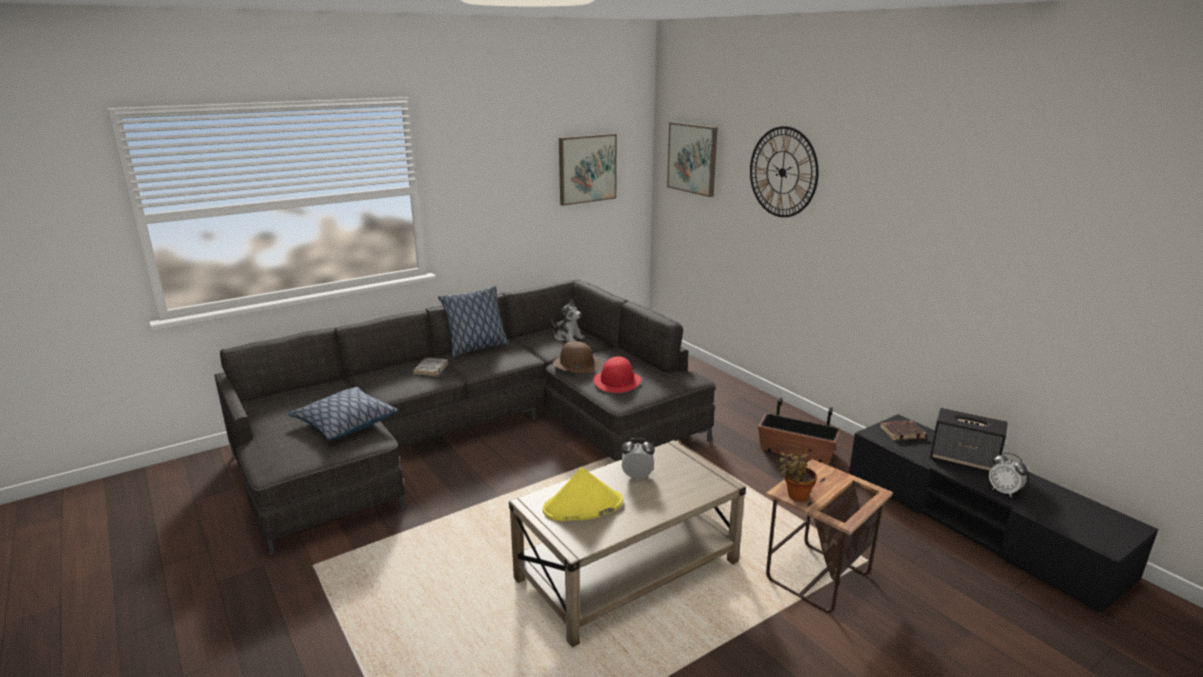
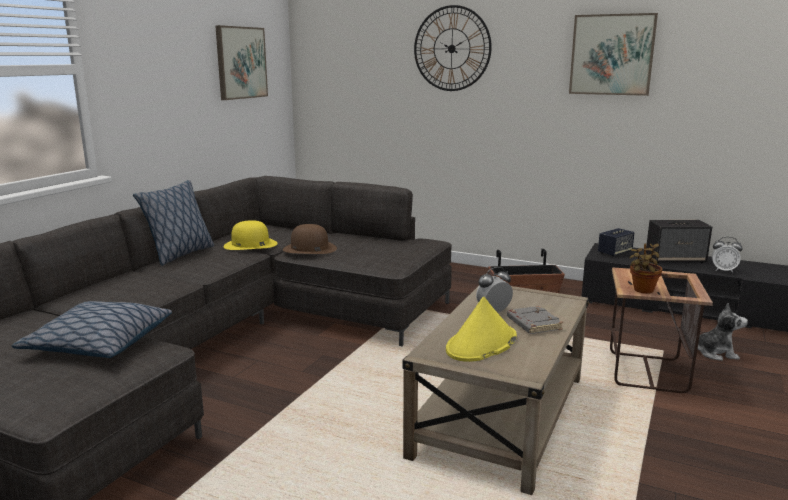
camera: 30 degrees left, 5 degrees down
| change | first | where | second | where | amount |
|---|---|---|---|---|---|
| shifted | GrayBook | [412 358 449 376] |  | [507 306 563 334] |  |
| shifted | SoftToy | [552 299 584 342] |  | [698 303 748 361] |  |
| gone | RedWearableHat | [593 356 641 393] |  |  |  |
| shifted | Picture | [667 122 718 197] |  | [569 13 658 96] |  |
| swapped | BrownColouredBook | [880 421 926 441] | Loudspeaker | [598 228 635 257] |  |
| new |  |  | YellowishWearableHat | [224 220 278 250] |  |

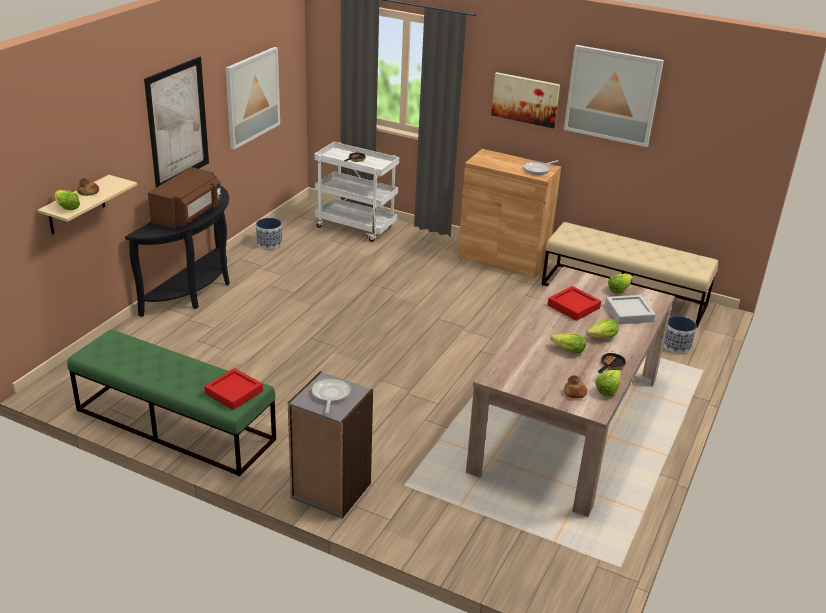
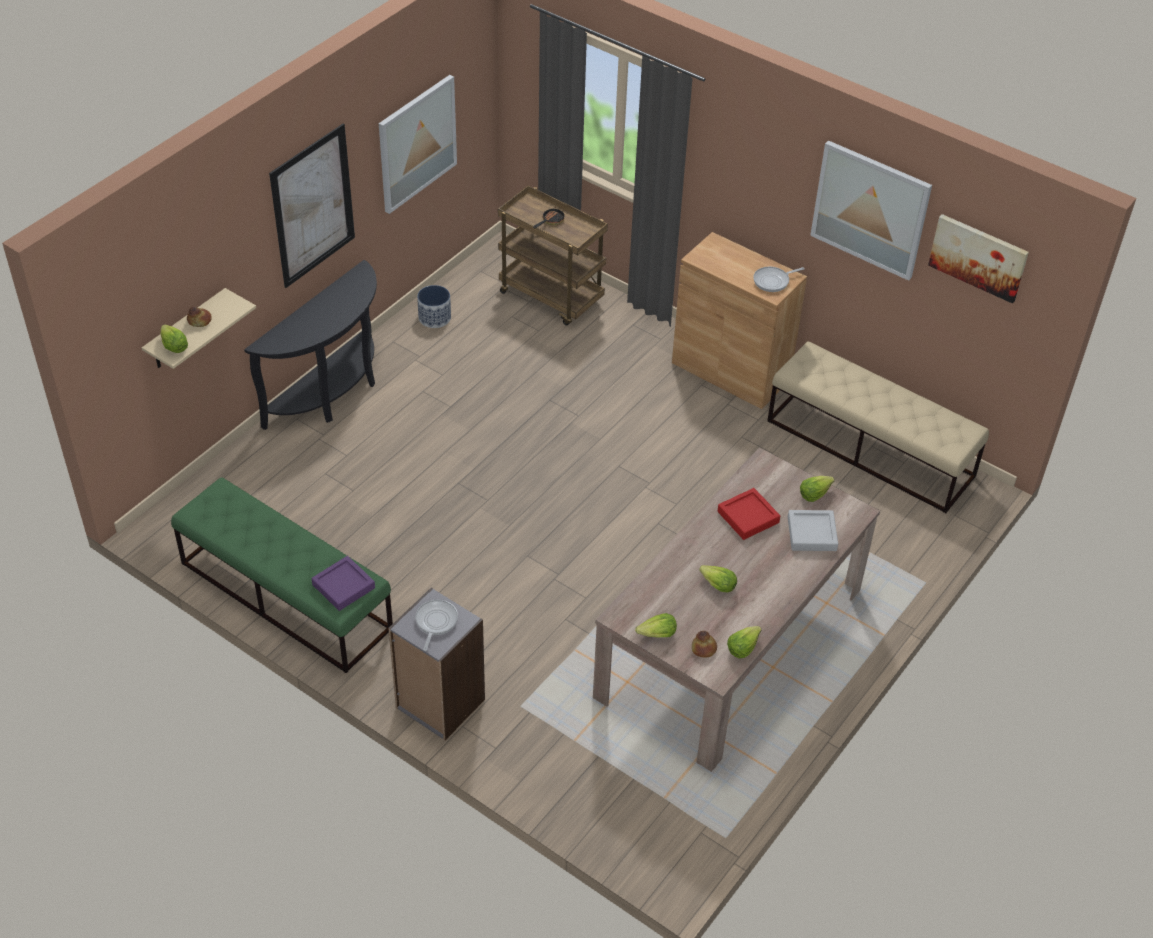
camera: 10 degrees right, 15 degrees up
| change | first | where | second | where | amount |
|---|---|---|---|---|---|
| gone | BrownColouredMicrowaveOven | [148 167 222 229] |  |  |  |
| repainted | RedTray | [204 368 263 410] | PurpleTray | [312 556 375 611] |  |
| repainted | WhiteColouredWheeledCart | [314 142 399 242] | BrownColouredWheeledCart | [498 185 608 326] |  |
| shifted | Picture | [491 72 560 128] |  | [928 214 1029 303] |  |
| shifted | HeadOfLettuce | [586 319 618 338] |  | [635 613 677 638] |  |
| gone | Skillet | [598 351 626 373] |  |  |  |
| gone | Planter | [663 316 697 353] |  |  |  |

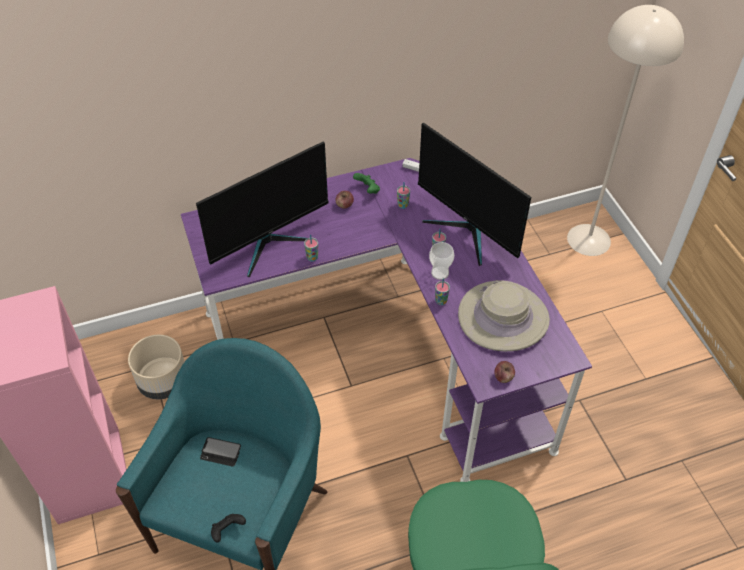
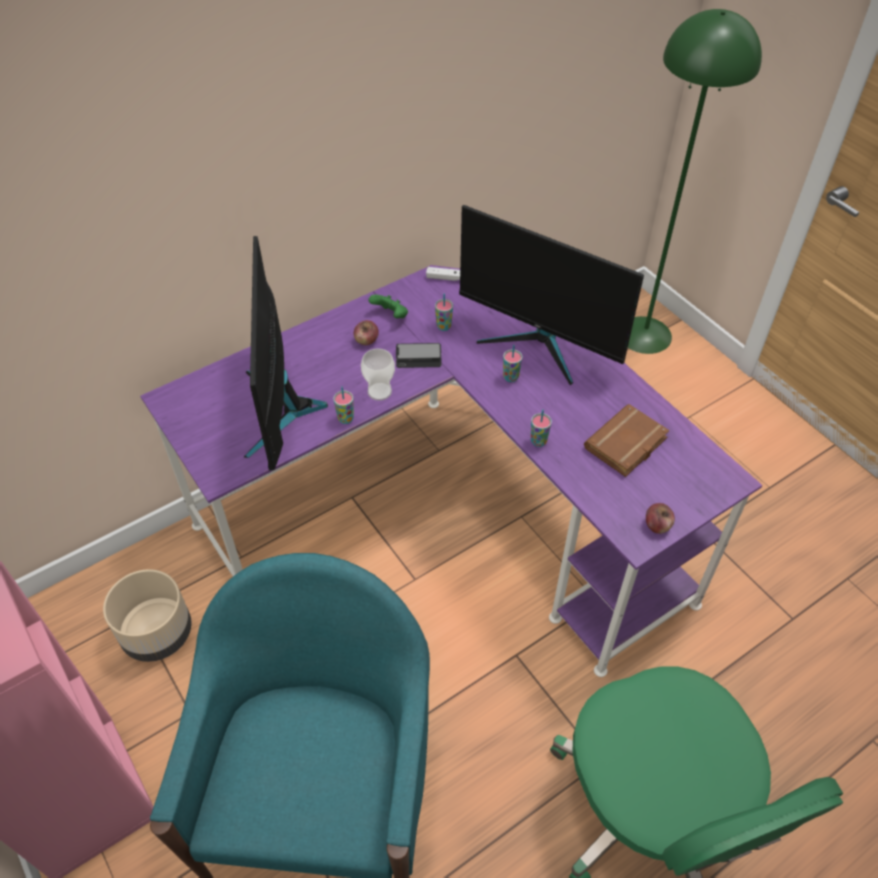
camera: 15 degrees left, 0 degrees up
| change | first | where | second | where | amount |
|---|---|---|---|---|---|
| rotated | Monitor | [196 142 328 278] |  | [244 236 328 470] | 135 degrees clockwise |
| shifted | Telephone | [200 437 241 467] |  | [396 343 442 368] |  |
| gone | BlackJoypad | [211 514 246 542] |  |  |  |
| shifted | DrinkingCup | [429 242 454 280] |  | [361 349 395 401] |  |
| swapped | BeigeColouredWearableHat | [458 280 550 351] | BrownColouredBook | [584 404 669 477] |  |
| repainted | BeigeColouredStandardLamp | [567 5 684 256] | GreenColouredStandardLamp | [628 9 762 354] |  |

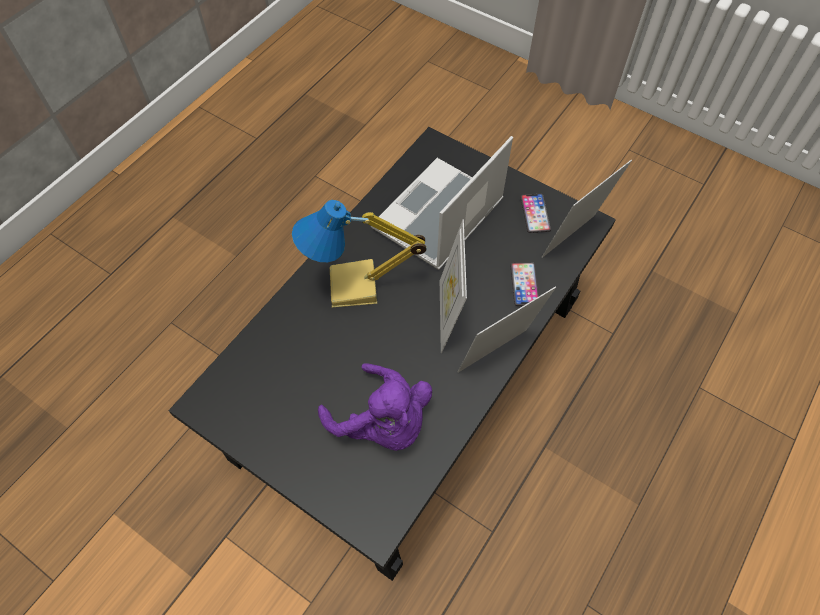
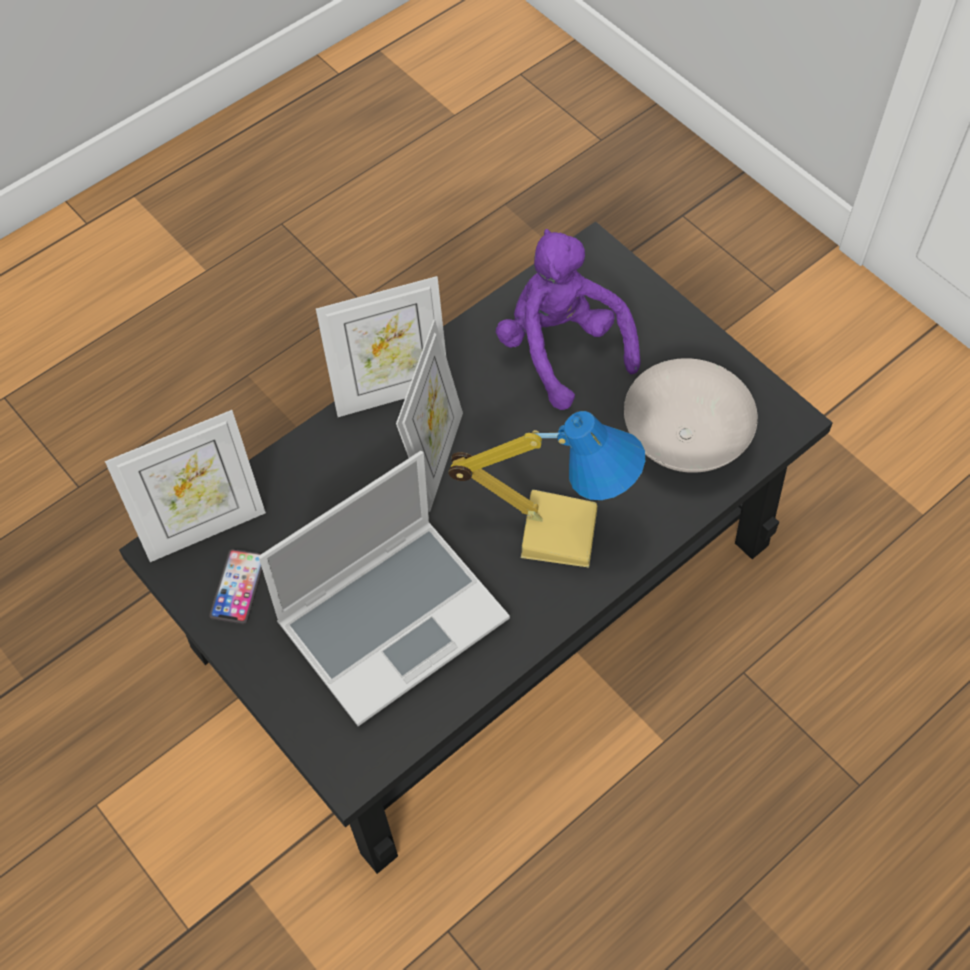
camera: 165 degrees left, 0 degrees up
| change | first | where | second | where | amount |
|---|---|---|---|---|---|
| gone | Telephone | [510 263 539 306] |  |  |  |
| new |  |  | WhiteColouredServingBowl | [624 358 758 473] |  |

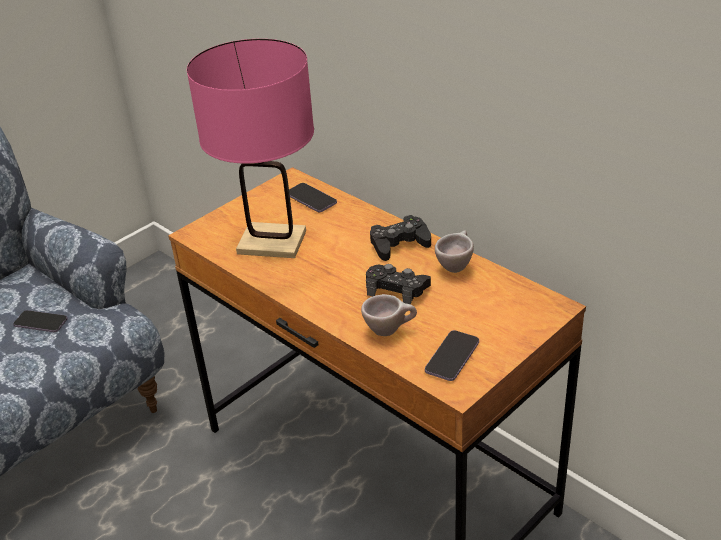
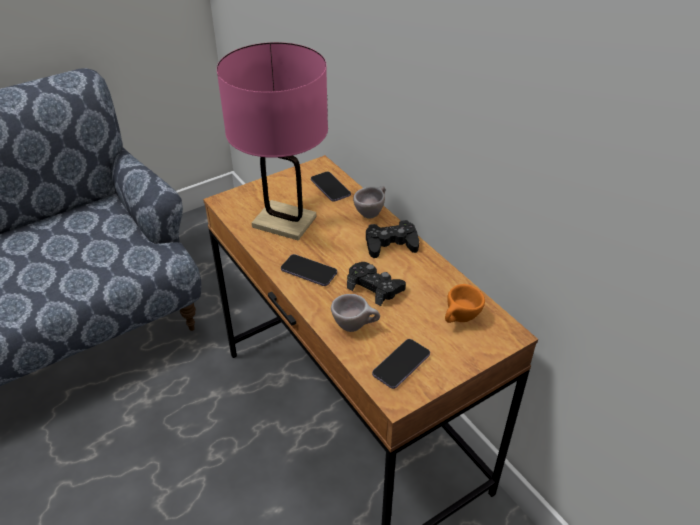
camera: 10 degrees right, 5 degrees up
| change | first | where | second | where | amount |
|---|---|---|---|---|---|
| shifted | Telephone | [13 310 68 332] |  | [281 254 337 286] |  |
| shifted | BeigeColouredDrinkingCup | [435 231 474 273] |  | [353 186 385 219] |  |
| new |  |  | OrangeColouredDrinkingCup | [445 284 485 323] |  |

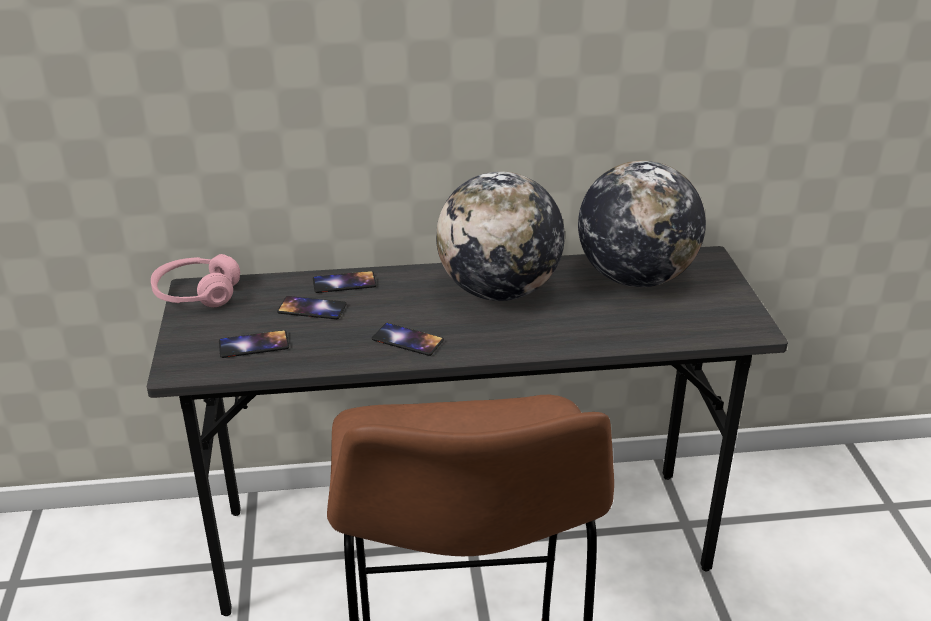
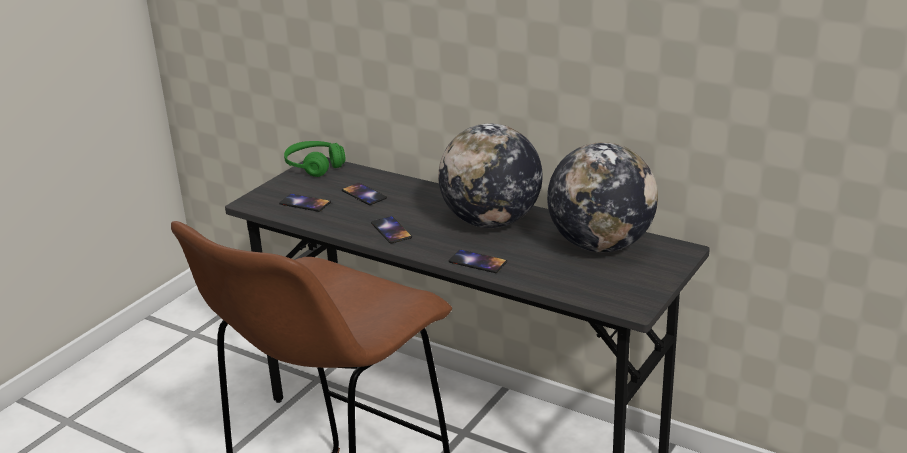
camera: 40 degrees right, 5 degrees down
| change | first | where | second | where | amount |
|---|---|---|---|---|---|
| repainted | PinkPairOfHeadphones | [151 254 240 307] | GreenColouredPairOfHeadphones | [284 141 345 177] |  |
| shifted | Telephone | [313 271 377 293] |  | [448 250 507 273] |  |

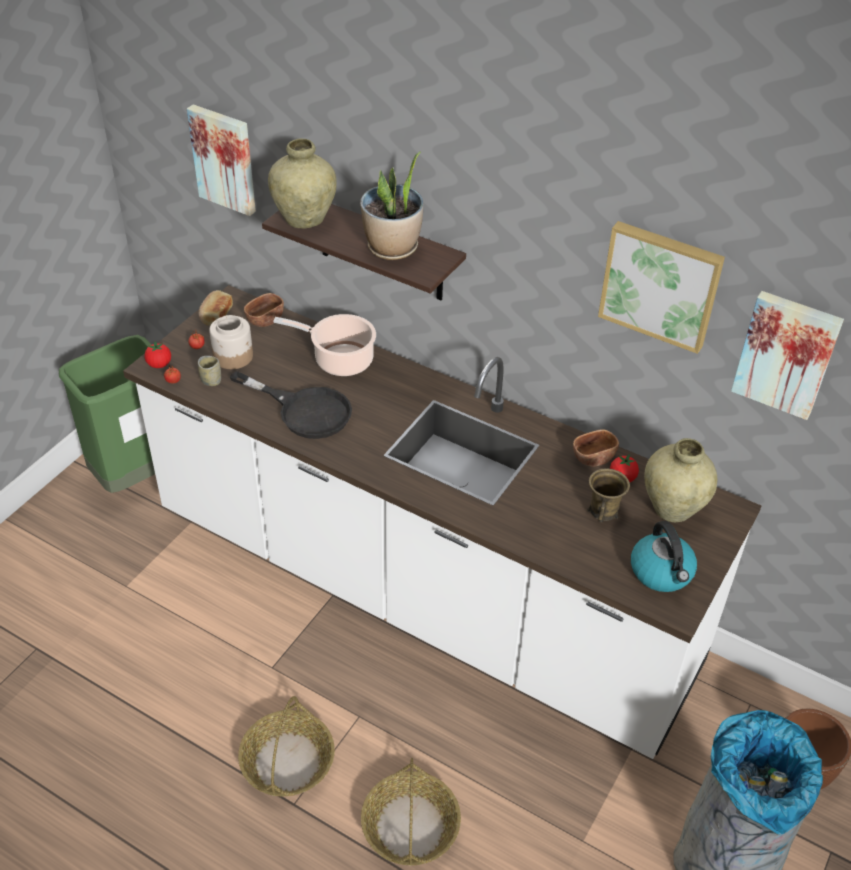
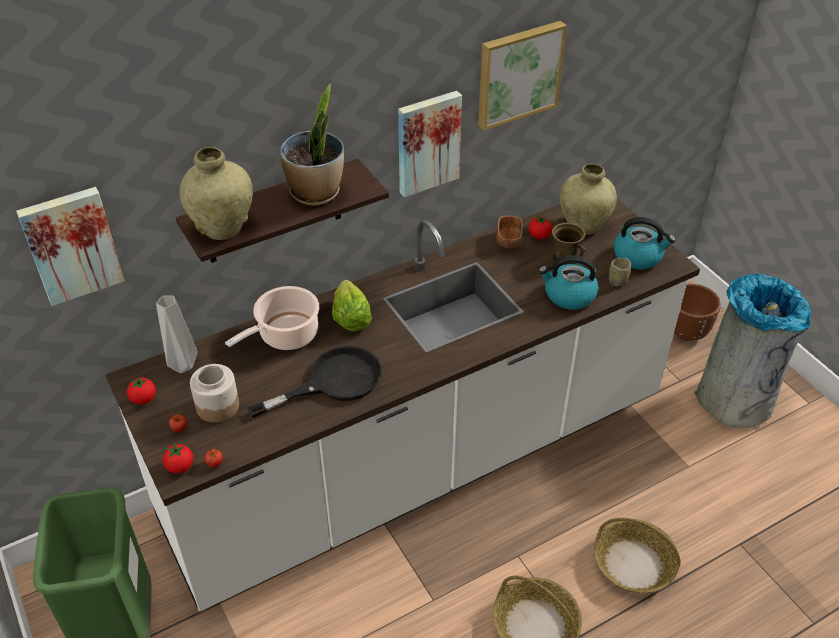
camera: 60 degrees left, 0 degrees up
| change | first | where | second | where | amount |
|---|---|---|---|---|---|
| shifted | DrinkingCup | [198 356 221 386] |  | [609 258 631 286] |  |
| swapped | Bread | [199 290 233 326] | Tomato | [127 376 156 405] |  |
| swapped | BrownColouredServingBowl | [244 293 284 327] | GrayVase | [156 295 198 373] |  |
| shifted | Picture | [731 291 844 420] |  | [398 91 462 197] |  |
| new |  |  | HeadOfLettuce | [332 280 372 331] |  |
| new |  |  | WaterKettle | [539 256 599 310] |  |

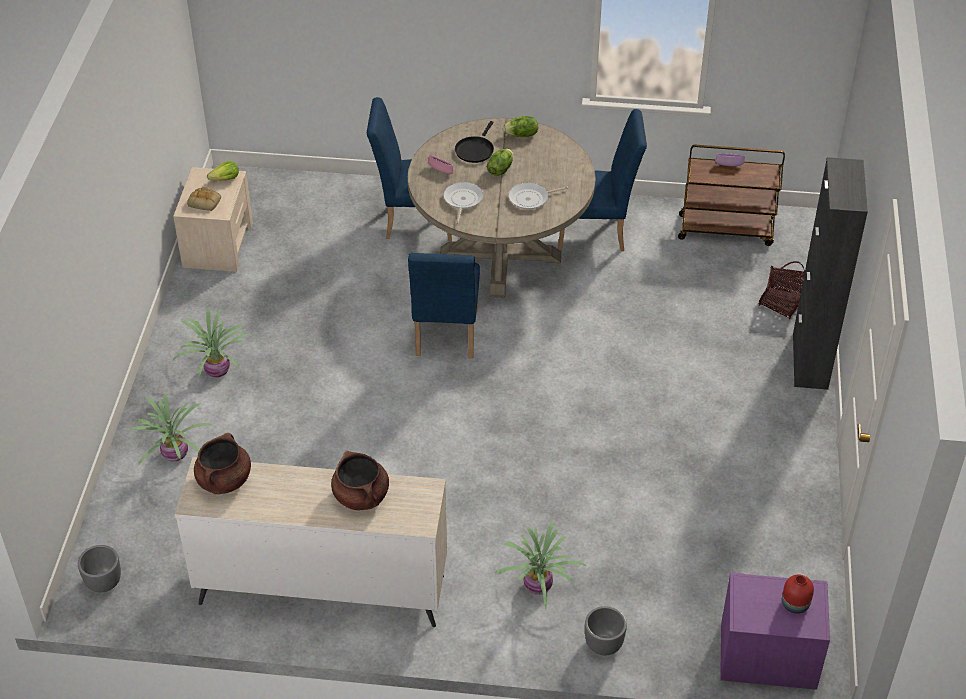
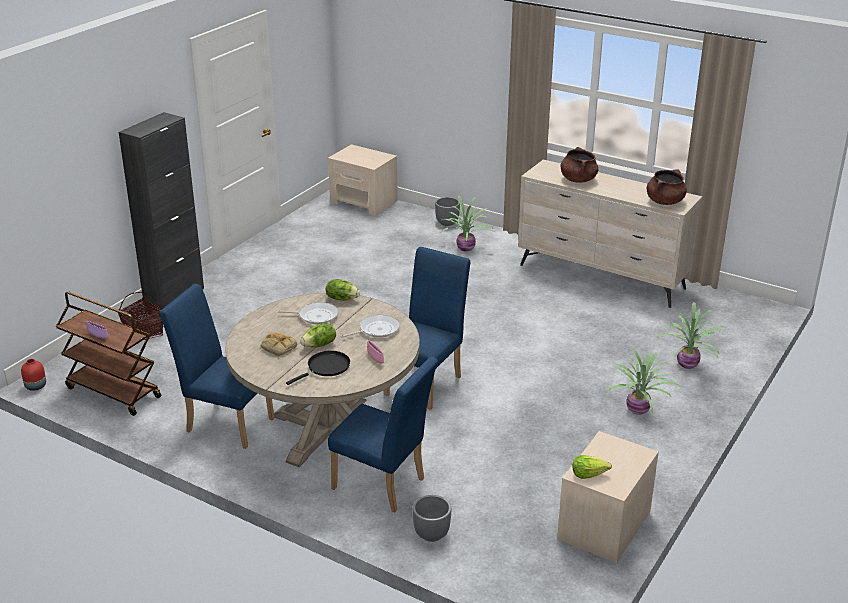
camera: 155 degrees left, 15 degrees down
| change | first | where | second | where | amount |
|---|---|---|---|---|---|
| shifted | GrayPlanter | [78 545 121 592] |  | [413 495 451 542] |  |
| shifted | Bread | [187 187 221 211] |  | [261 333 297 356] |  |
| rotated | Skillet | [443 182 483 224] |  | [341 315 400 338] | 150 degrees counterclockwise |
| shifted | HeadOfLettuce | [503 116 538 137] |  | [326 279 360 300] |  |
| repainted | PurpleNightTable | [720 573 830 690] | BeigeColouredNightTable | [328 144 398 216] |  |
| shifted | RedVase | [782 575 814 614] |  | [21 359 46 391] |  |

